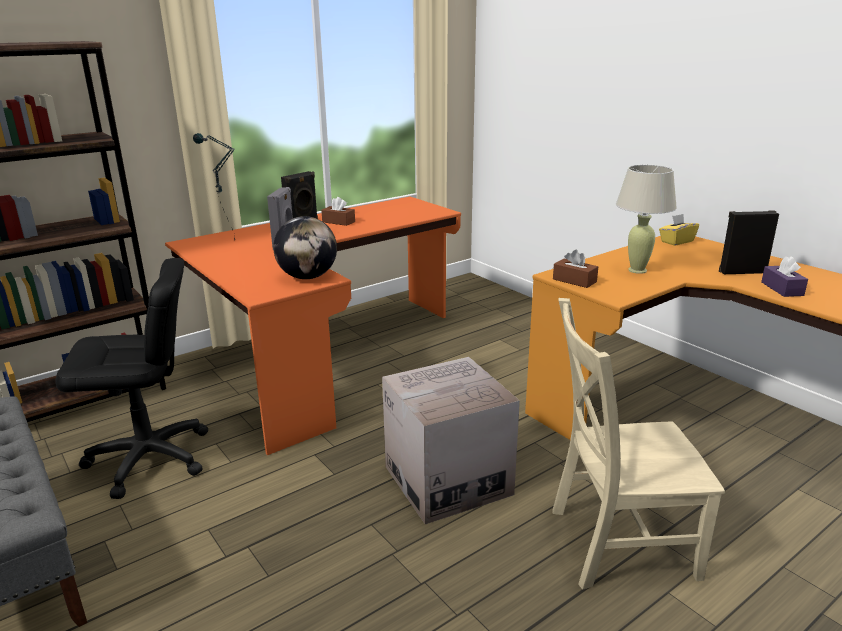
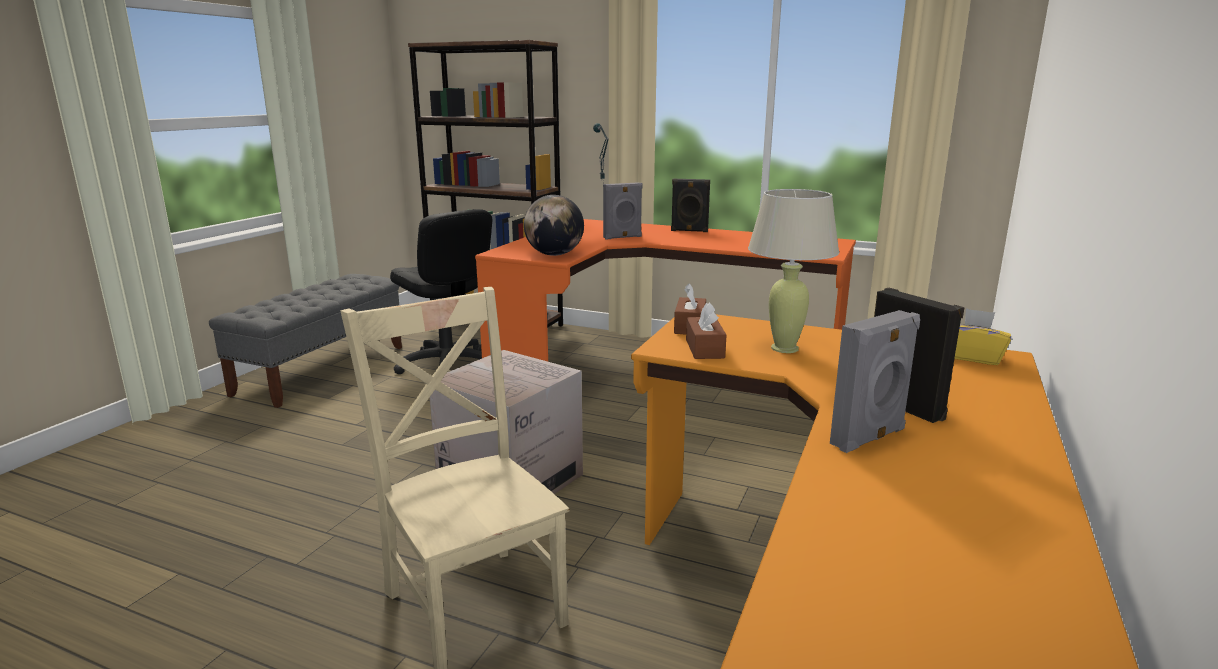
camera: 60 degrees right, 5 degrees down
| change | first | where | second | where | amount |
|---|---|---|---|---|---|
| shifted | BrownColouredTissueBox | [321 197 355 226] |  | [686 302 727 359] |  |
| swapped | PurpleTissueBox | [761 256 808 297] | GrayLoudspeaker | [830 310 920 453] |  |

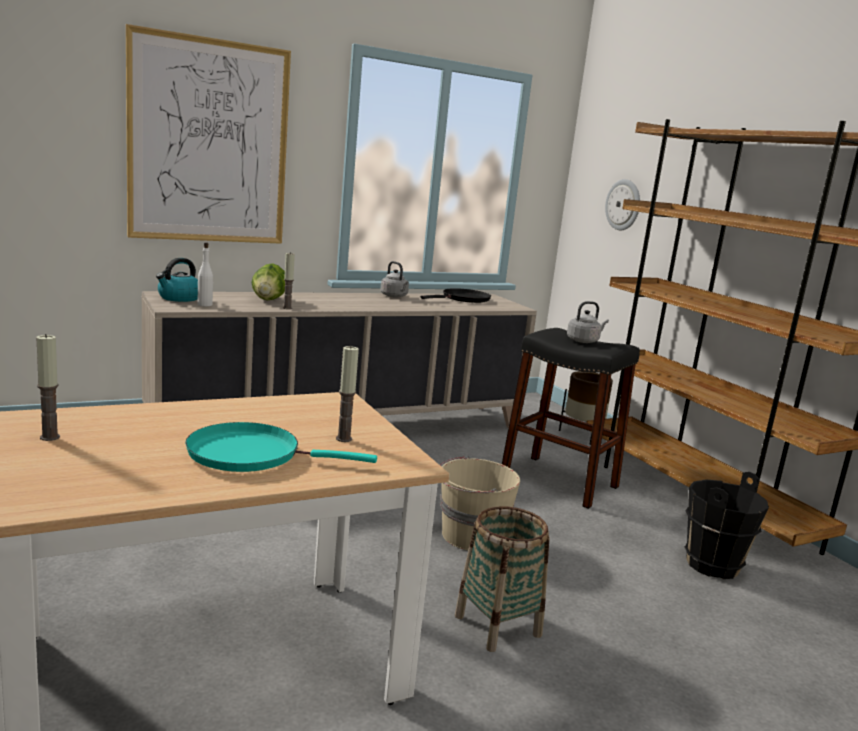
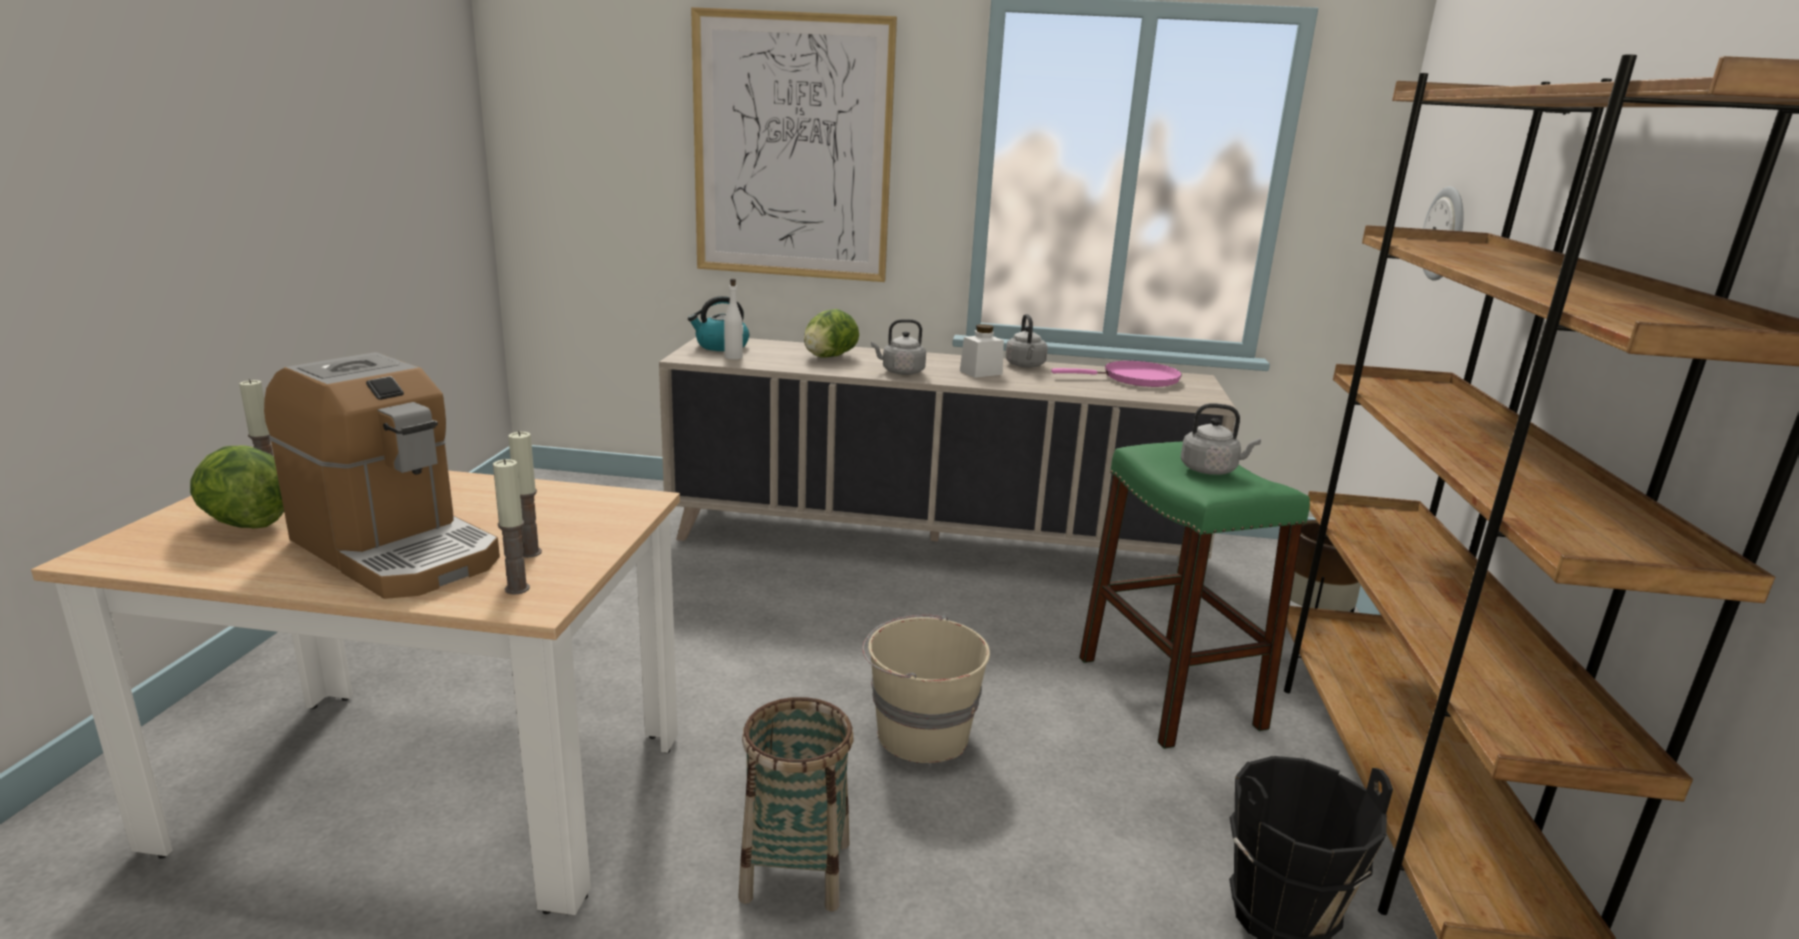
camera: 35 degrees right, 5 degrees up
| change | first | where | second | where | amount |
|---|---|---|---|---|---|
| swapped | BlueGreenSkillet | [185 422 377 472] | CoffeeMachine | [264 352 500 599] |  |
| shifted | WaxLight | [283 253 295 309] |  | [493 459 530 595] |  |
| repainted | BlackSkillet | [421 288 491 303] | PinkSkillet | [1051 361 1182 387] |  |
| repainted | BlackStoolSeat | [502 328 640 509] | GreenColouredStoolSeat | [1079 441 1310 749] |  |
| new |  |  | HeadOfLettuce | [190 446 284 529] |  |
| new |  |  | GrayWaterKettle | [871 319 926 375] |  |
| new |  |  | WhiteColouredPreserveJar | [960 324 1004 378] |  |

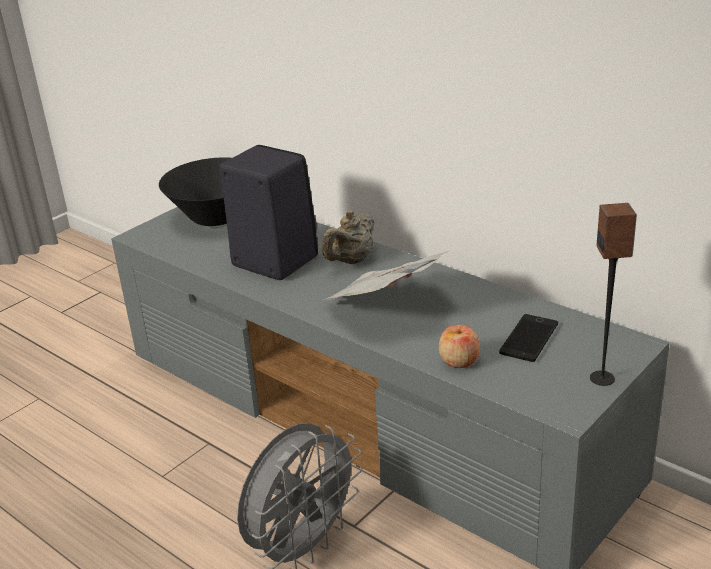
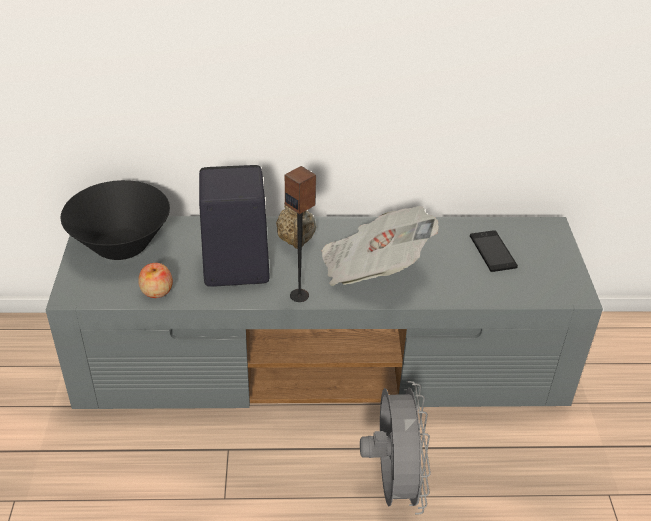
camera: 45 degrees left, 10 degrees up
| change | first | where | second | where | amount |
|---|---|---|---|---|---|
| shifted | WholeApple | [439 325 480 368] |  | [138 263 173 298] |  |
| shifted | Loudspeaker | [590 203 637 386] |  | [285 166 316 302] |  |

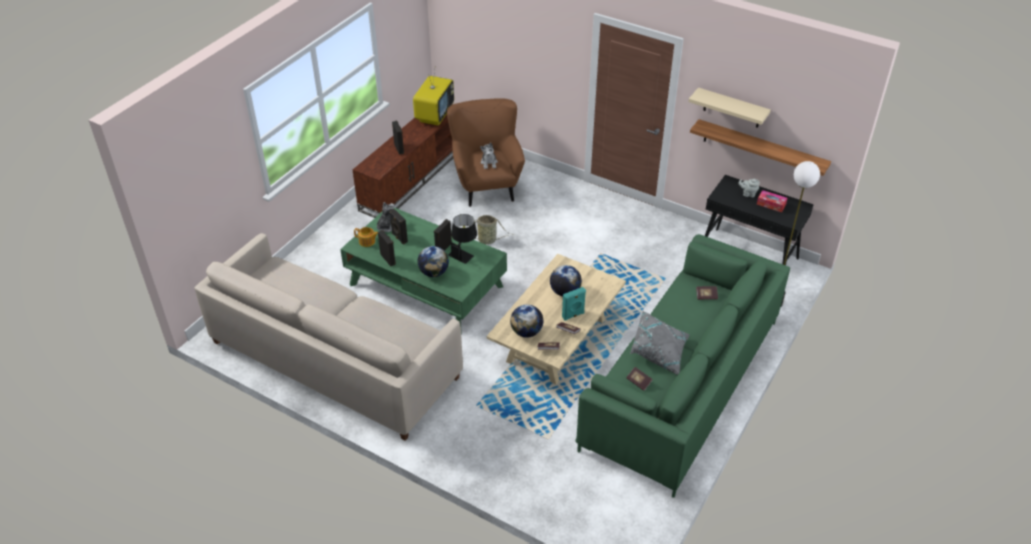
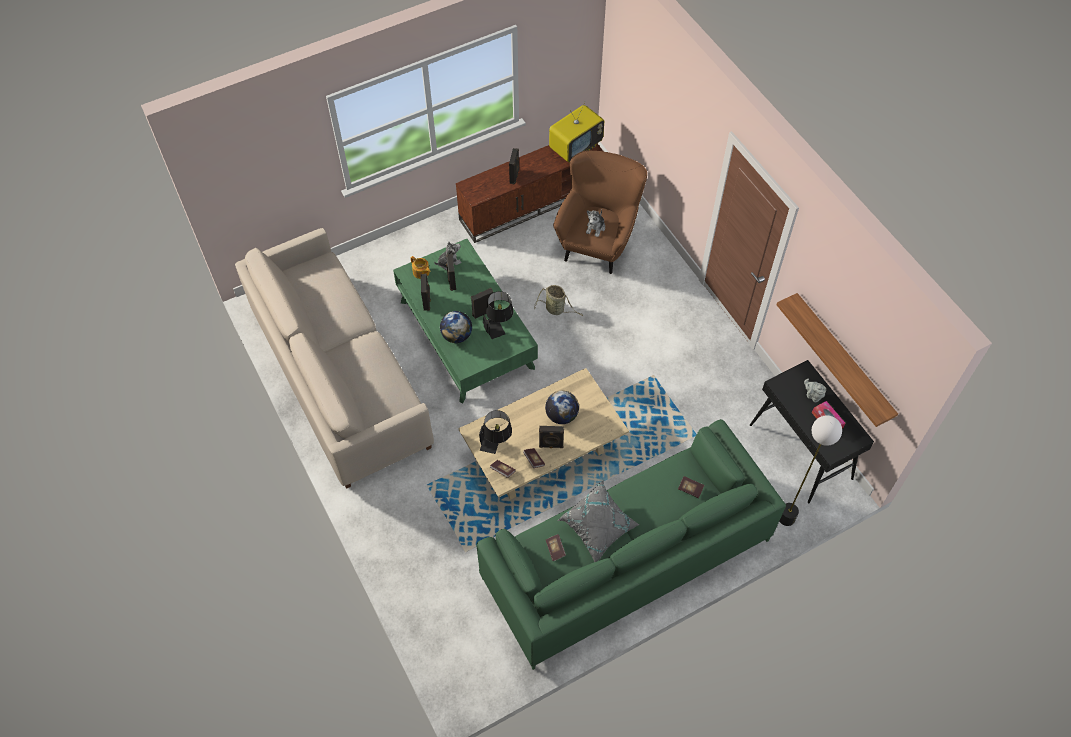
camera: 30 degrees right, 15 degrees up
| change | first | where | second | where | amount |
|---|---|---|---|---|---|
| swapped | Globe | [510 304 543 338] | BlackTabletopLamp | [479 410 512 454] |  |
| repainted | BlueGreenLoudspeaker | [562 287 586 321] | BlackLoudspeaker | [539 426 564 448] |  |
| gone | BeigeColouredShelf | [688 88 771 128] |  |  |  |

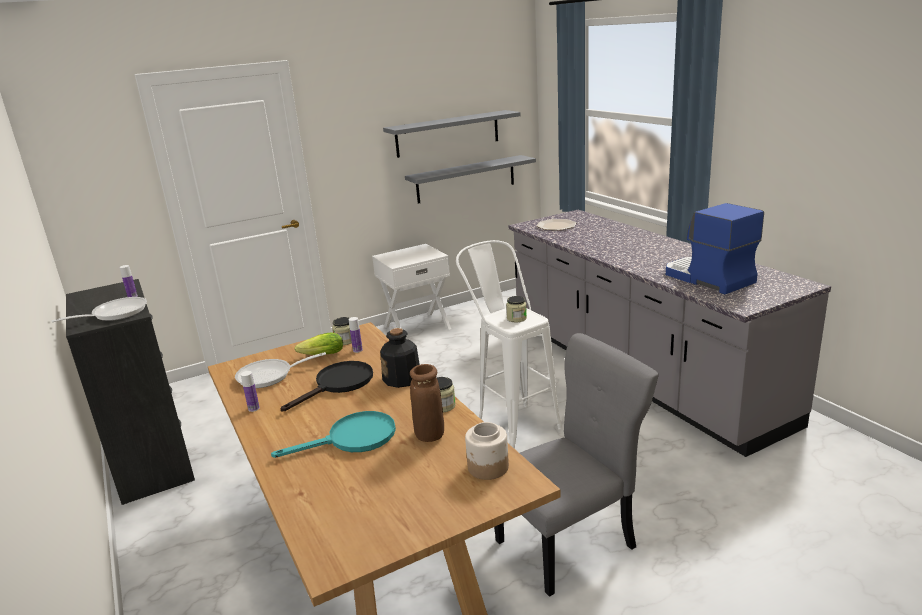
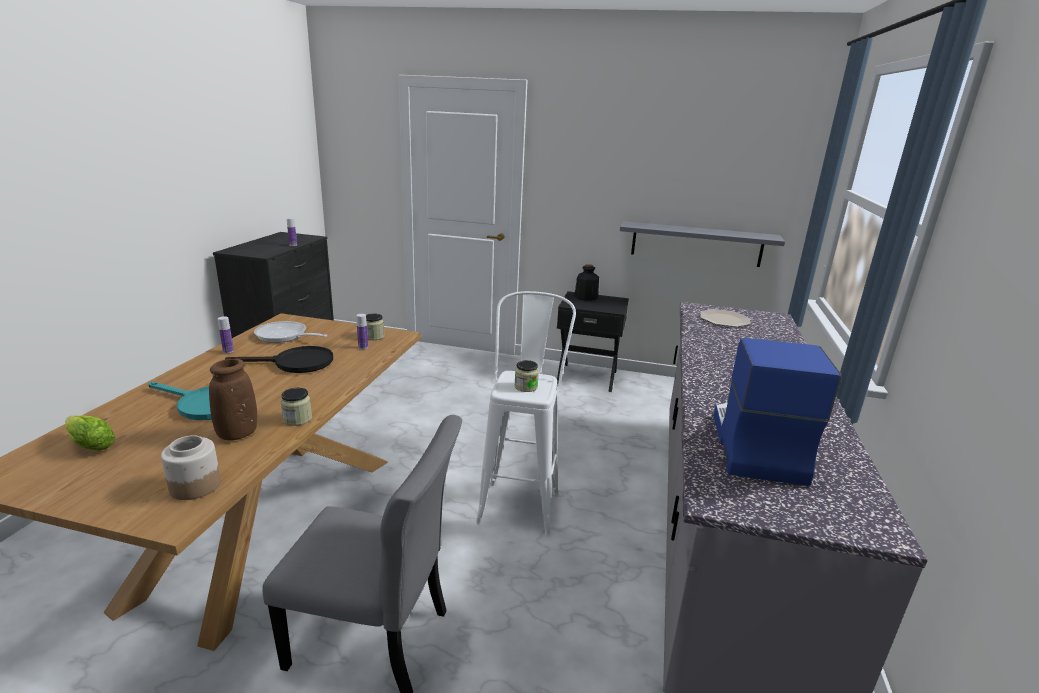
camera: 40 degrees right, 0 degrees up
| change | first | where | second | where | amount |
|---|---|---|---|---|---|
| gone | Skillet | [51 297 147 322] |  |  |  |
| shifted | HeadOfLettuce | [295 332 343 355] |  | [65 415 115 451] |  |
| repainted | WhiteColouredNightTable | [372 244 451 330] | BlackNightTable | [557 291 629 392] |  |
| shifted | DrinkBottle | [380 328 420 388] |  | [574 264 599 301] |  |
| gone | GrayShelf | [383 110 520 158] |  |  |  |

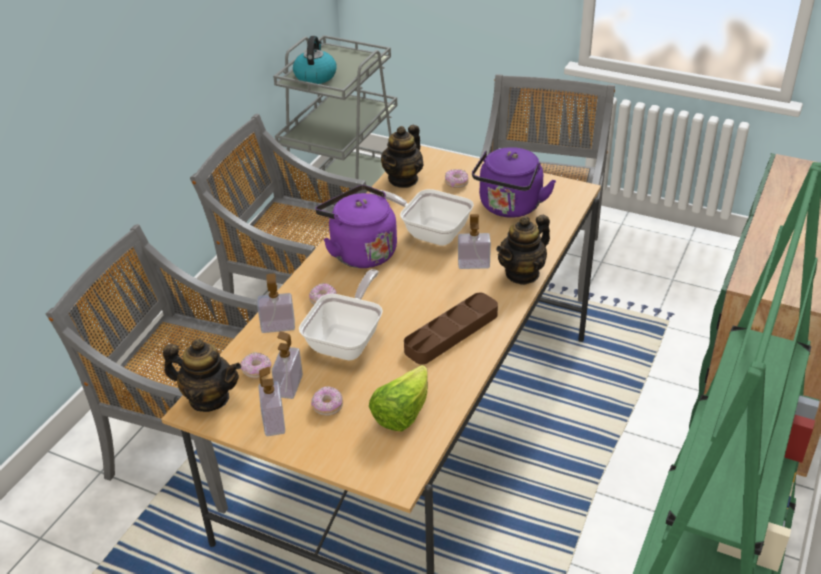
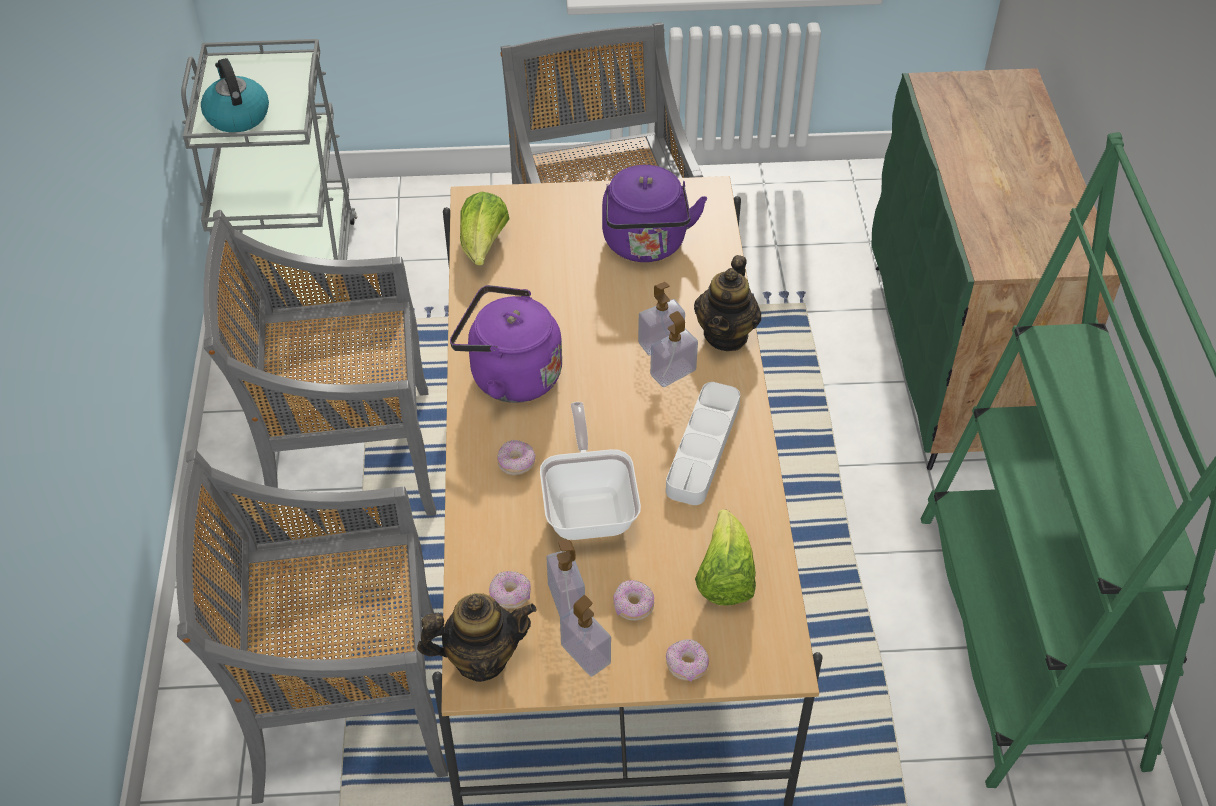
camera: 30 degrees left, 10 degrees up
| change | first | where | second | where | amount |
|---|---|---|---|---|---|
| shifted | SoapBottle | [257 274 295 333] |  | [650 311 698 387] |  |
| gone | Skillet | [370 189 474 246] |  |  |  |
| swapped | Teapot | [381 125 424 188] | HeadOfLettuce | [460 192 509 266] |  |
| repainted | BrownColouredTray | [404 293 498 364] | WhiteColouredTray | [666 382 740 505] |  |
| shifted | Donut | [445 169 469 188] |  | [666 639 709 682] |  |

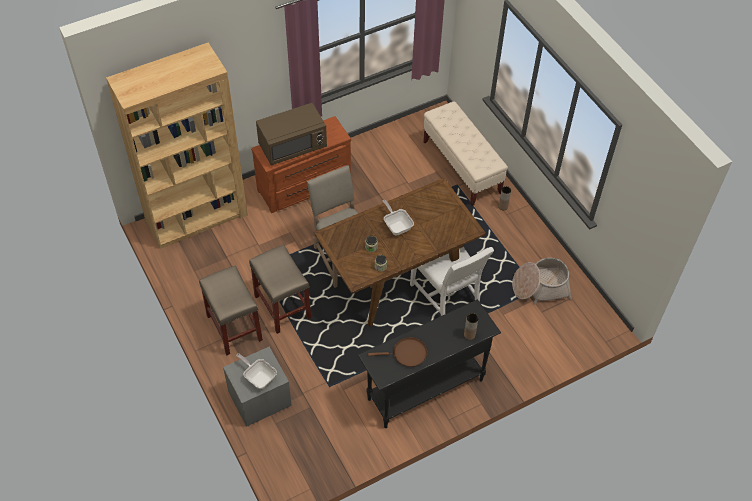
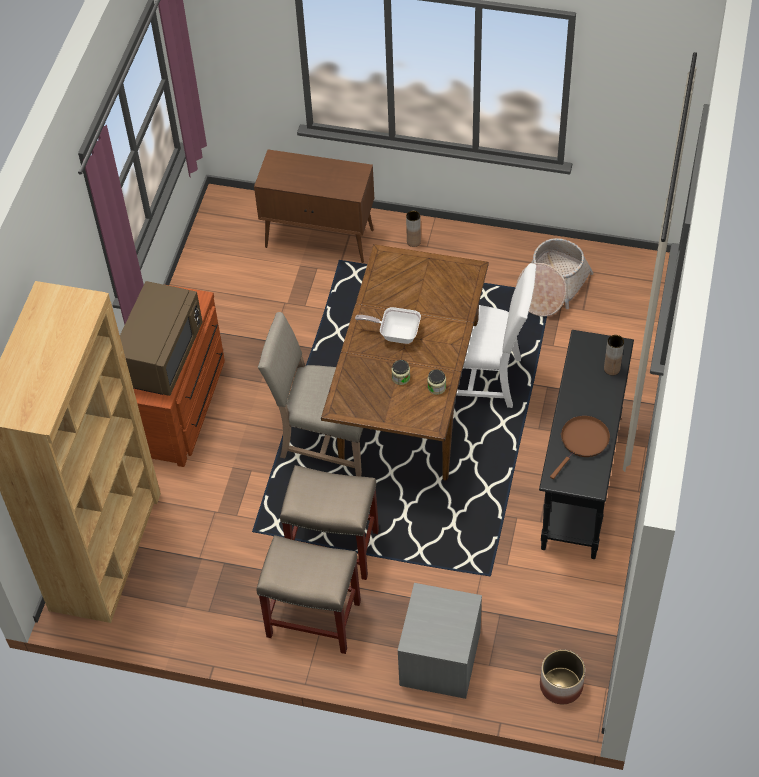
camera: 45 degrees left, 0 degrees up
| change | first | where | second | where | amount |
|---|---|---|---|---|---|
| gone | Skillet | [236 353 277 389] |  |  |  |
| swapped | BeigeColouredBench | [423 102 508 206] | BrownColouredStorageCabinet | [254 149 374 263] |  |
| new |  |  | Planter | [540 649 585 704] |  |

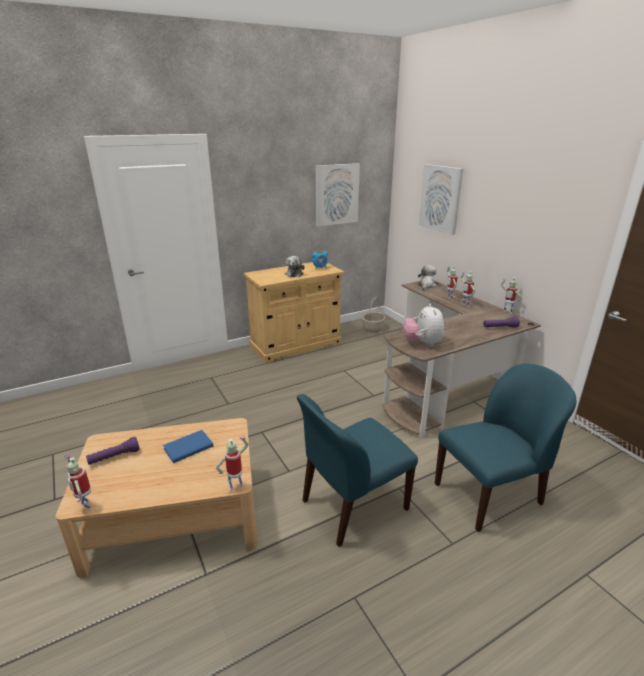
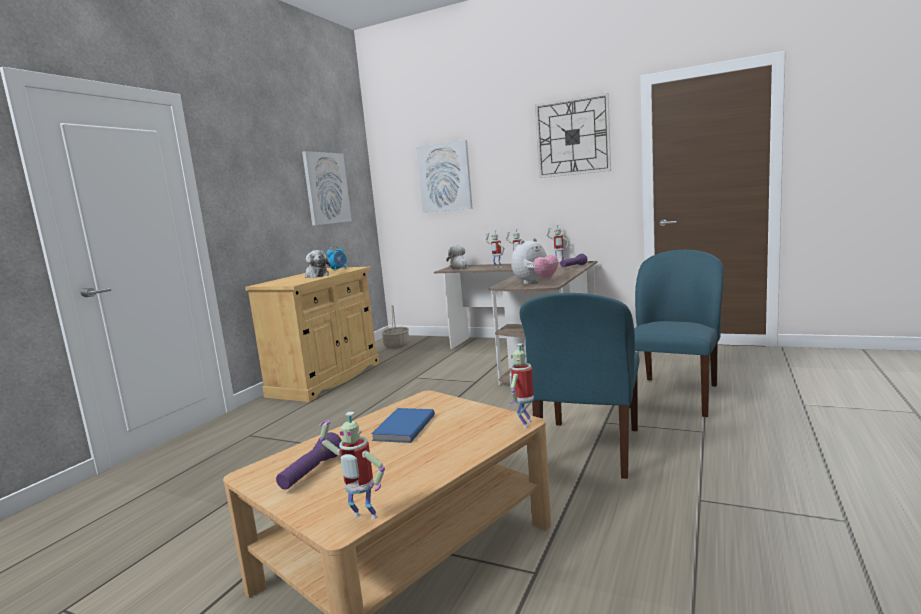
camera: 35 degrees left, 15 degrees down
| change | first | where | second | where | amount |
|---|---|---|---|---|---|
| rotated | SoftToy | [403 304 444 347] |  | [511 238 559 284] | 90 degrees counterclockwise |
| new |  |  | WallClock | [535 93 611 178] |  |

